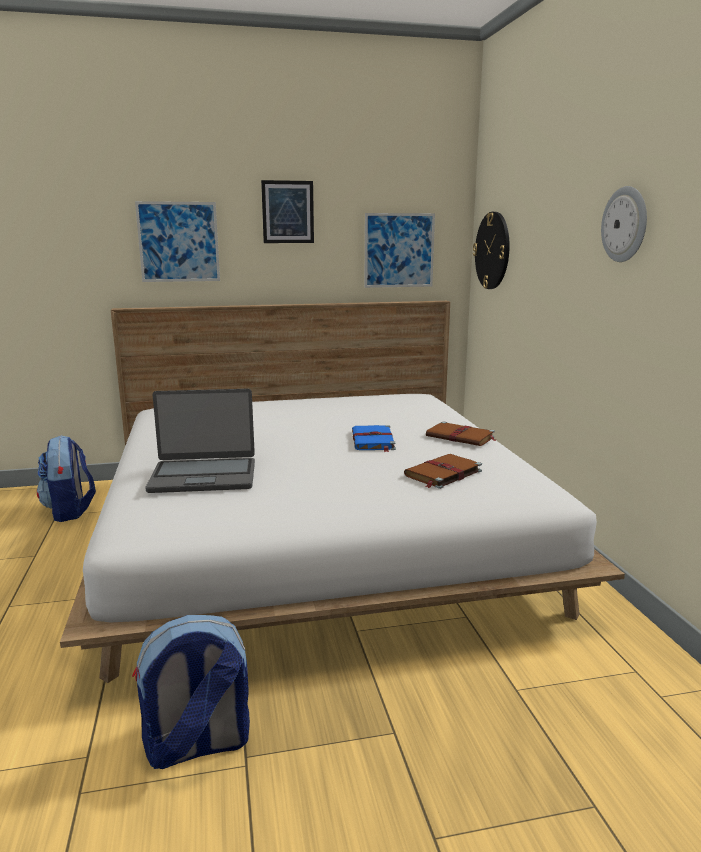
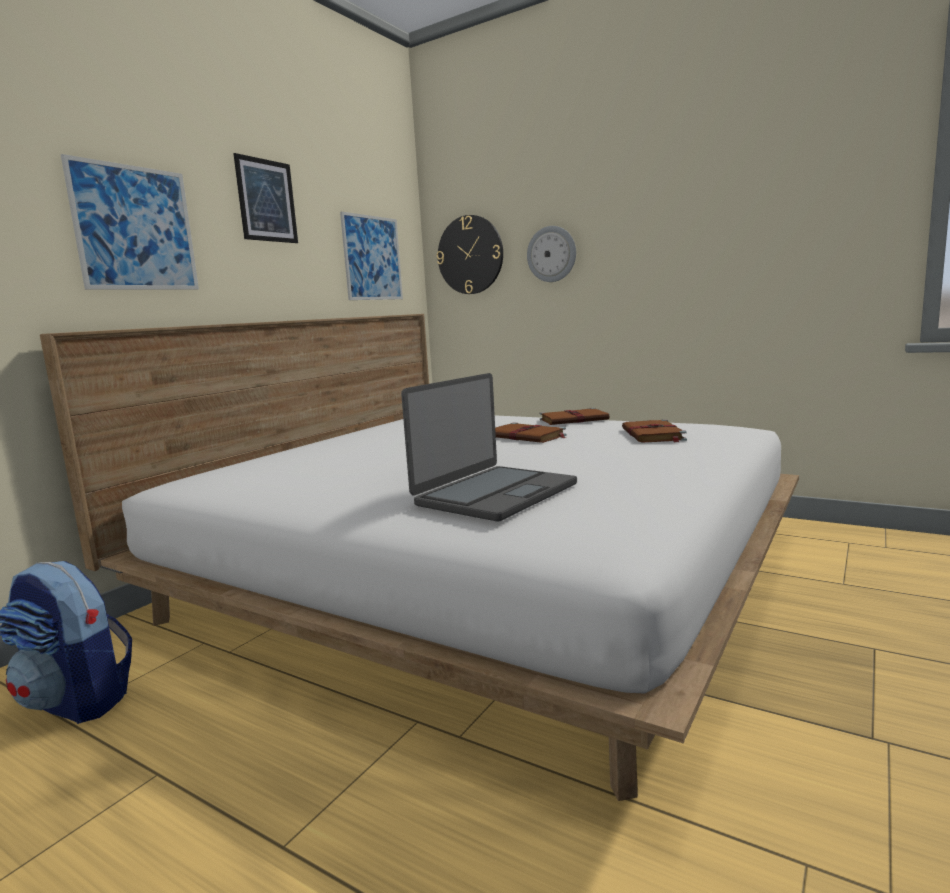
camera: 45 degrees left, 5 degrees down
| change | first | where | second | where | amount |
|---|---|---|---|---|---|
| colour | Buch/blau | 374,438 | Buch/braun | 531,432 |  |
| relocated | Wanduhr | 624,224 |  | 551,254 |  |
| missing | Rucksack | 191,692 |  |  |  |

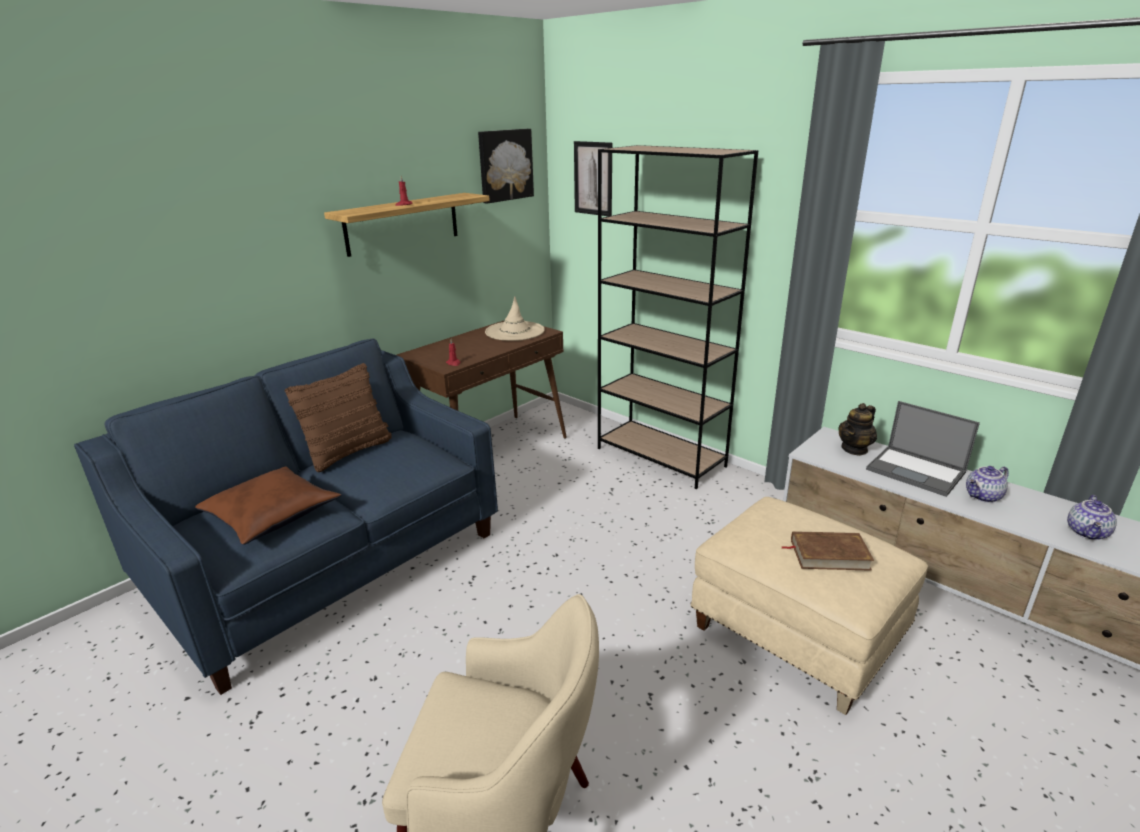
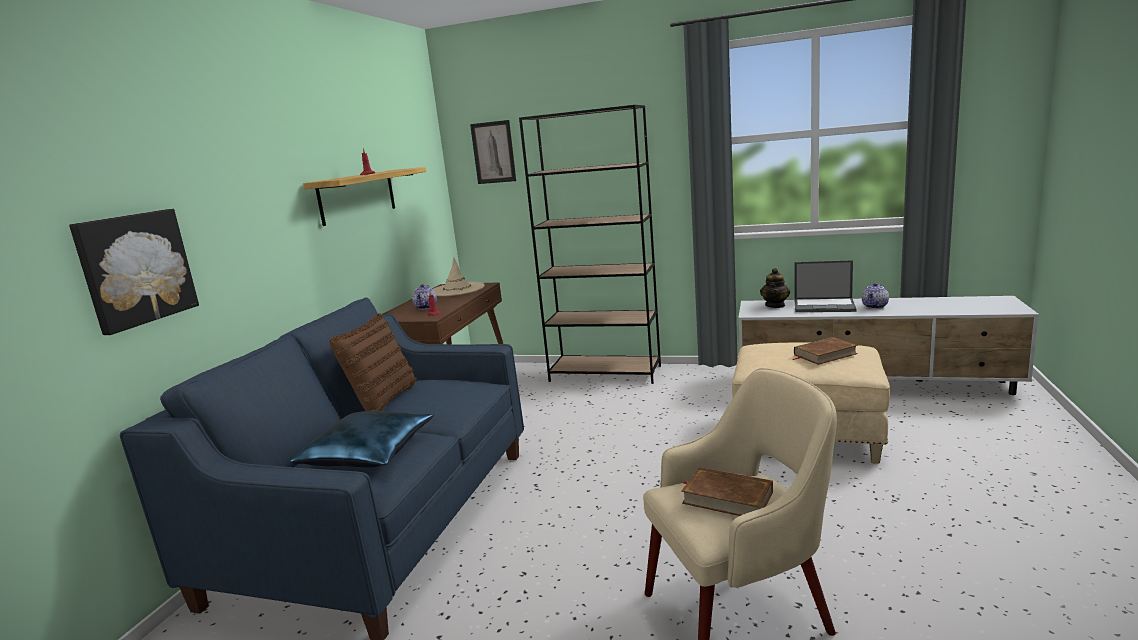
camera: 25 degrees left, 10 degrees down
| change | first | where | second | where | amount |
|---|---|---|---|---|---|
| relocated | Bild | 506,166 |  | 134,272 |  |
| colour | Kissen/braun | 268,506 | Kissen/blau | 362,439 |  |
| relocated | Teekanne | 1092,517 |  | 424,297 |  |
| appeared |  |  | Buch/braun | 727,491 |  |

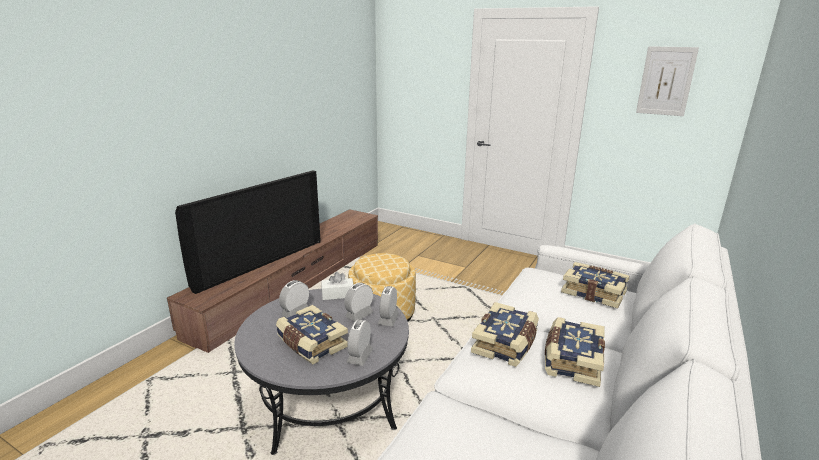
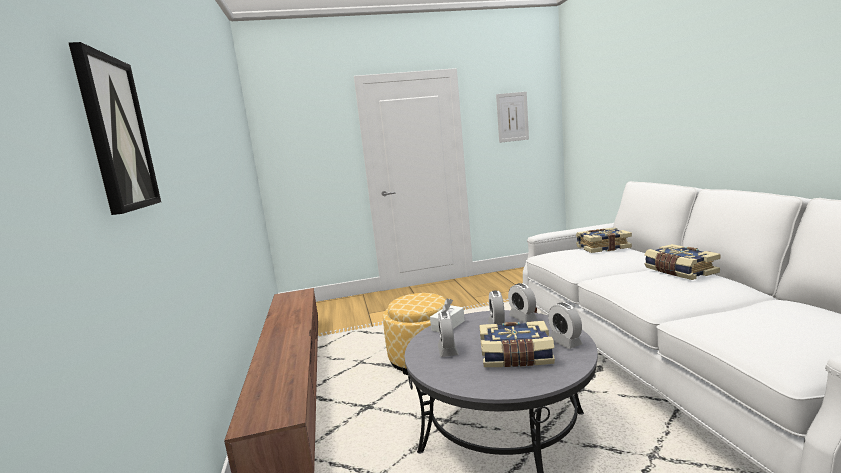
camera: 40 degrees left, 10 degrees down
| change | first | where | second | where | amount |
|---|---|---|---|---|---|
| appeared |  |  | Bild | 115,128 |  |
| missing | Fernseher | 248,232 |  |  |  |
| missing | Buch | 505,334 |  |  |  |

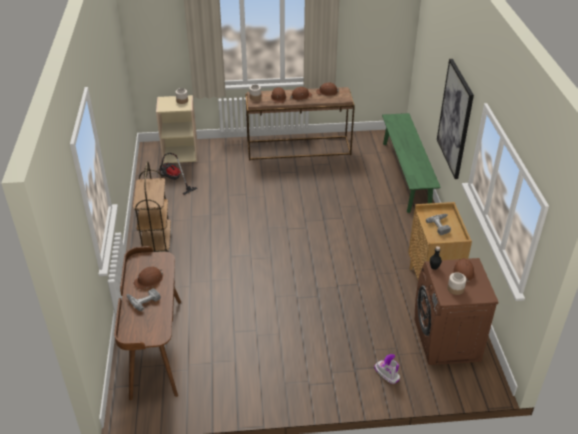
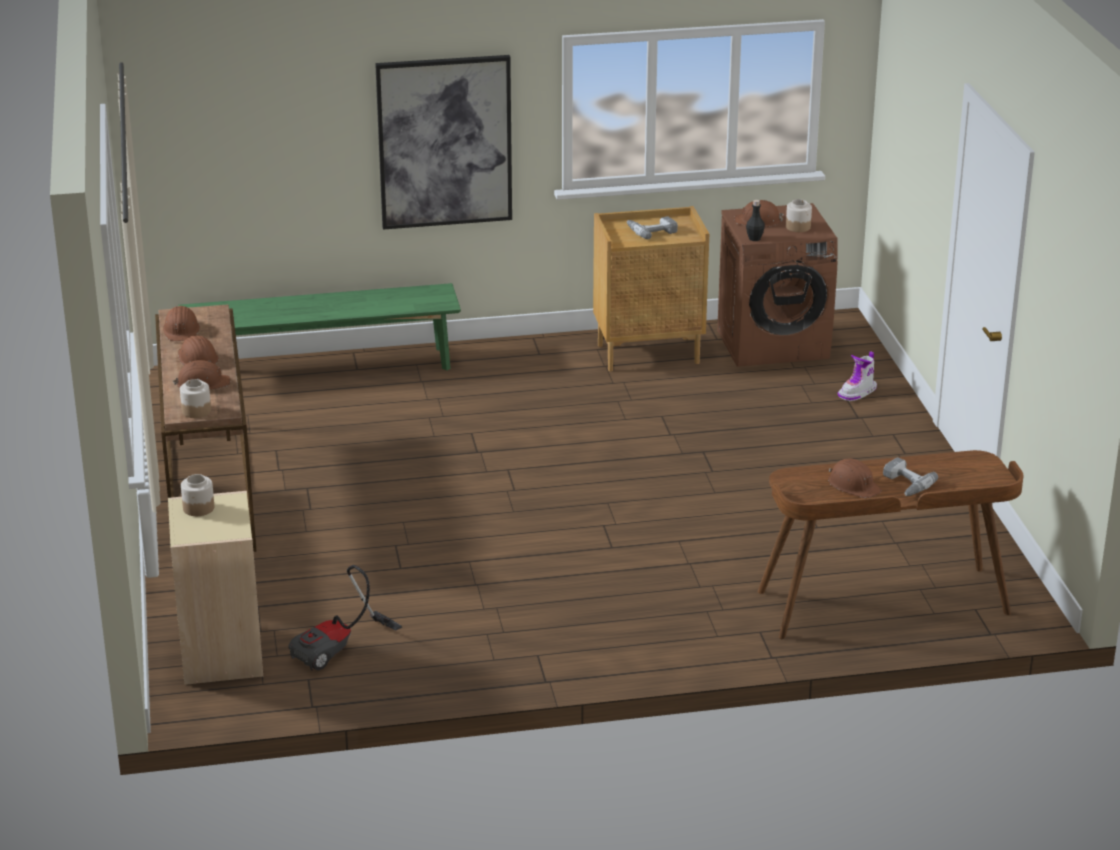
camera: 95 degrees left, 10 degrees down
| change | first | where | second | where | amount |
|---|---|---|---|---|---|
| missing | Rollwagen/braun | 152,206 |  |  |  |

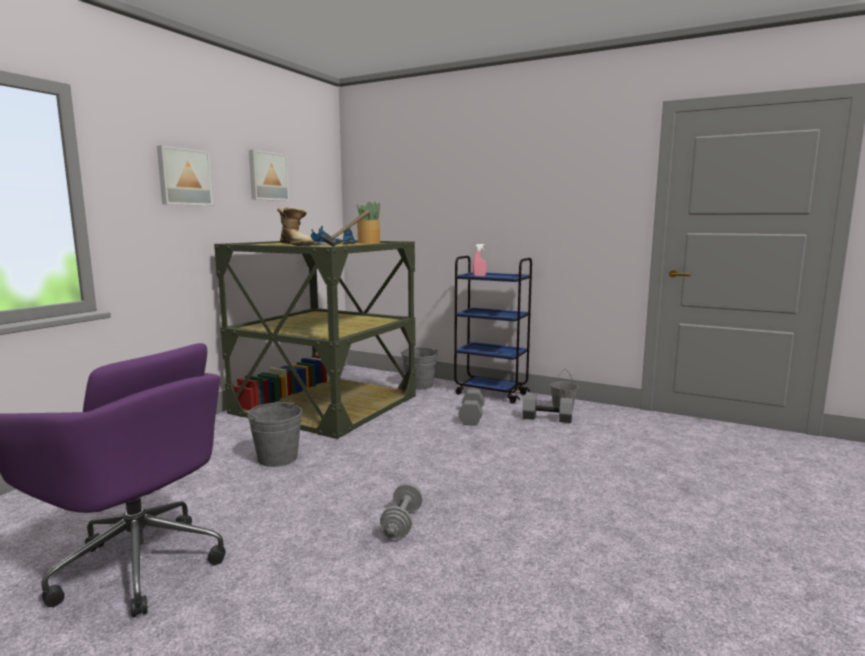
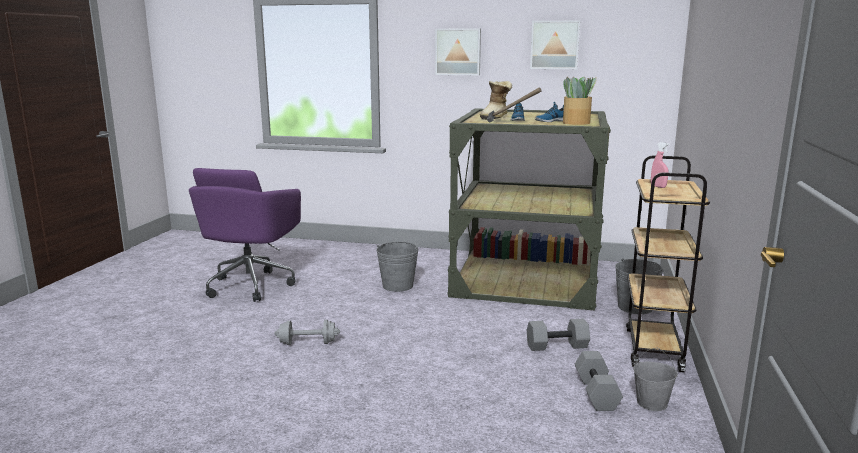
camera: 75 degrees right, 5 degrees up
| change | first | where | second | where | amount |
|---|---|---|---|---|---|
| colour | Rollwagen/blau | 493,330 | Rollwagen/braun | 668,263 |  |

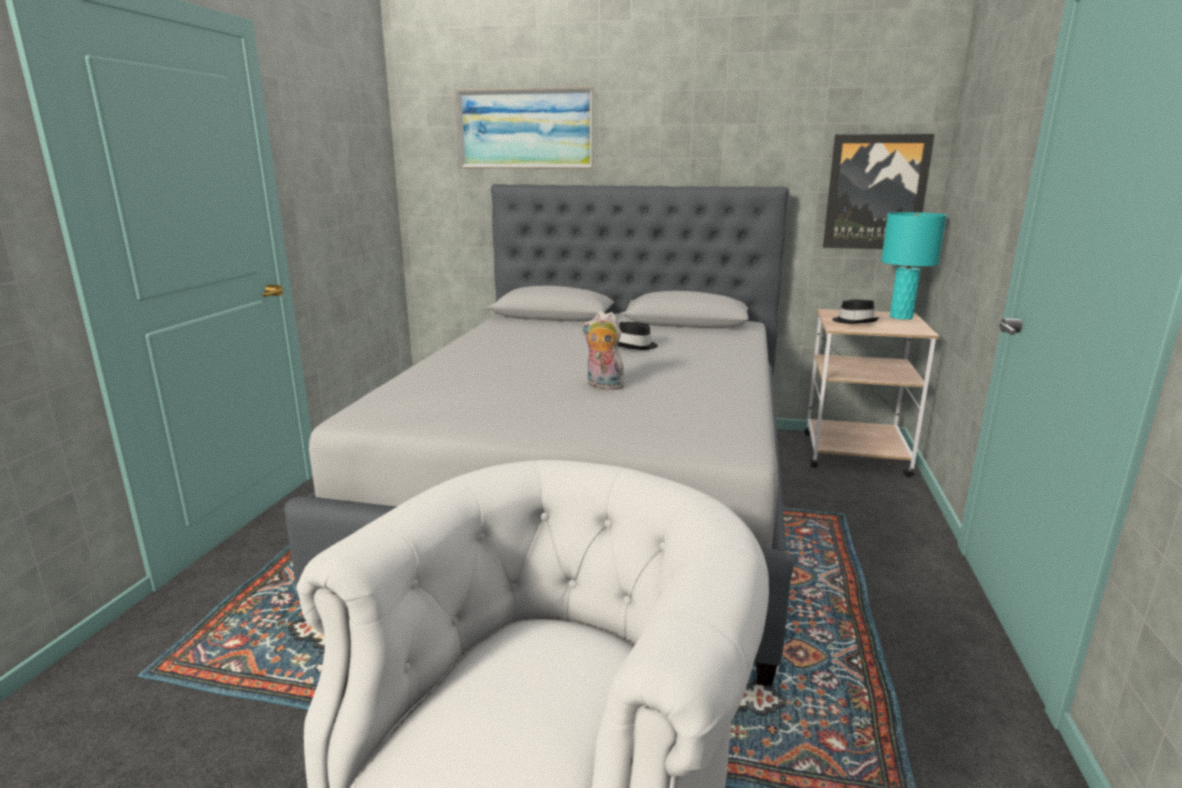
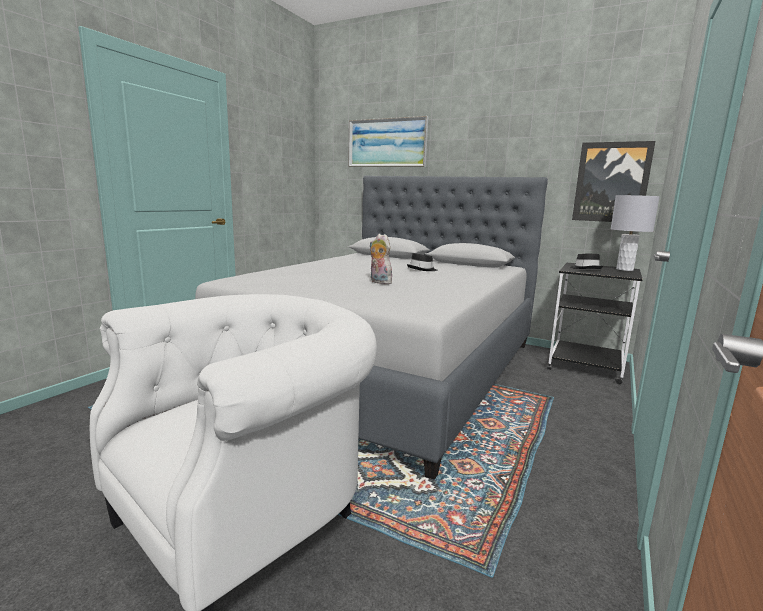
camera: 15 degrees right, 5 degrees down
| change | first | where | second | where | amount |
|---|---|---|---|---|---|
| colour | Rollwagen/beige | 872,393 | Rollwagen/schwarz | 595,323 |  |
| colour | Tischlampe/türkis | 914,266 | Tischlampe/grau | 635,233 |  |

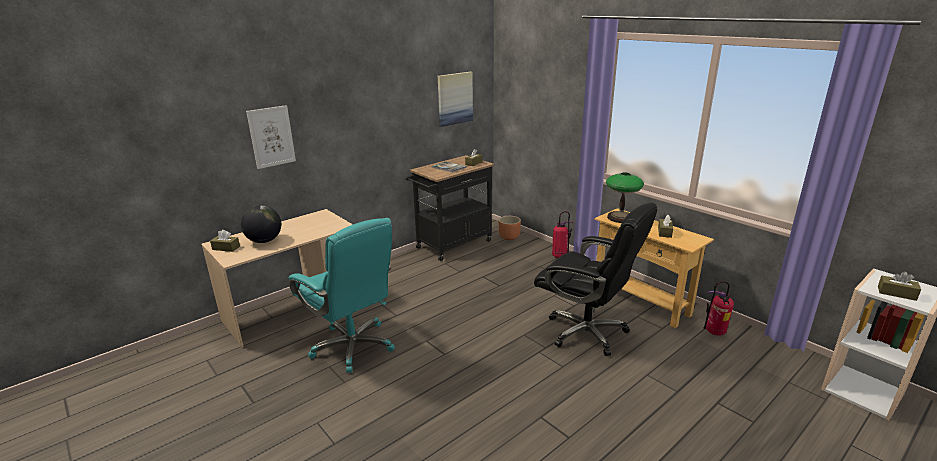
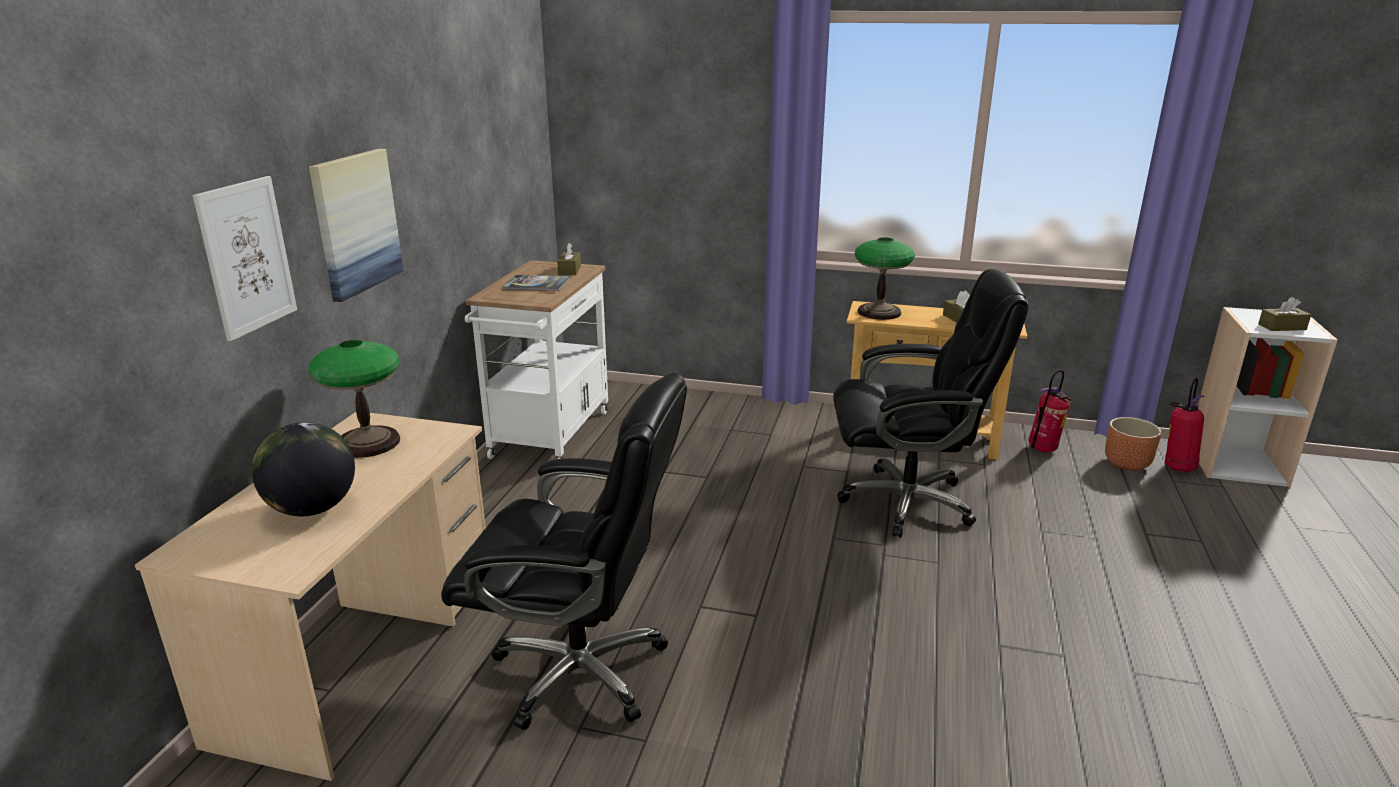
camera: 35 degrees left, 0 degrees up
| change | first | where | second | where | amount |
|---|---|---|---|---|---|
| relocated | Bild | 455,99 |  | 356,225 |  |
| appeared |  |  | Tischlampe | 354,399 |  |
| colour | Bürostuhl/türkis | 341,295 | Bürostuhl/schwarz | 564,551 |  |
| colour | Rollwagen/schwarz | 449,208 | Rollwagen/weiß | 536,359 |  |
| relocated | Pflanzkübel/braun | 509,228 |  | 1133,444 |  |
| relocated | Feuerlöscher | 562,234 |  | 1184,425 |  |
| missing | Taschentuchbox/braun | 225,241 |  |  |  |

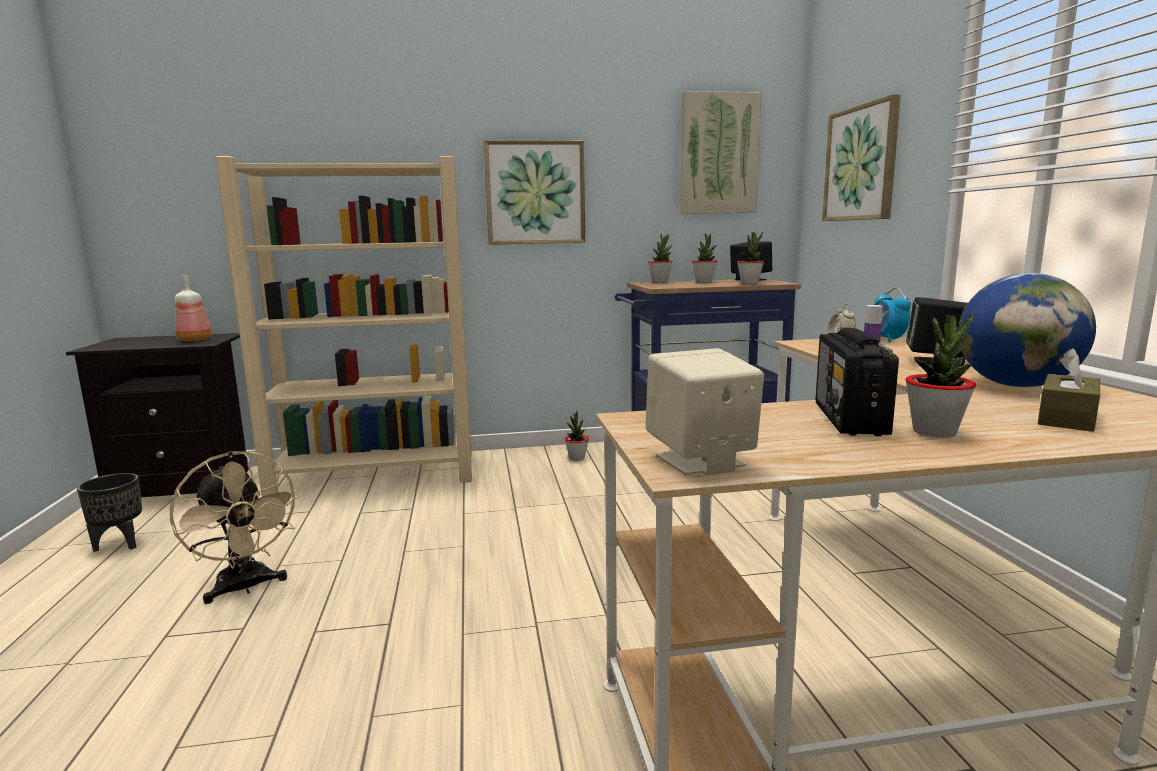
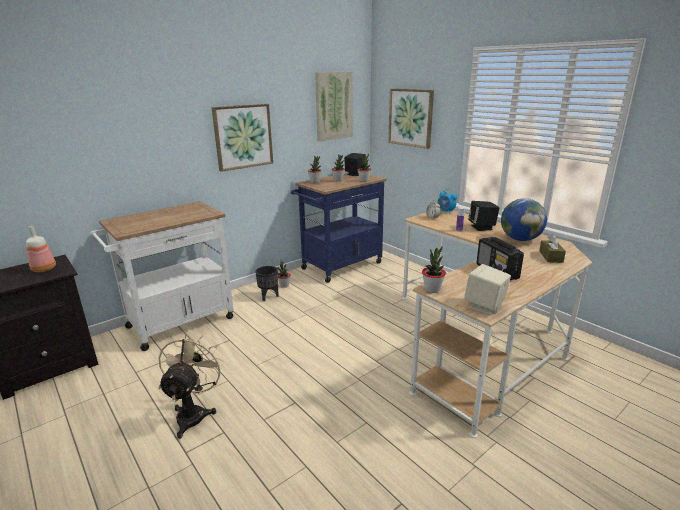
camera: 30 degrees left, 10 degrees up
| change | first | where | second | where | amount |
|---|---|---|---|---|---|
| exchanged | Bücherregal/beige | 343,326 | Rollwagen/weiß | 162,276 |  |
| spun | Ventilator/beige | 235,527 |  | 191,386 | 105 degrees counterclockwise |
| relocated | Pflanzkübel/schwarz | 109,512 |  | 266,283 |  |
| relocated | Topfpflanze | 940,375 |  | 434,269 |  |

